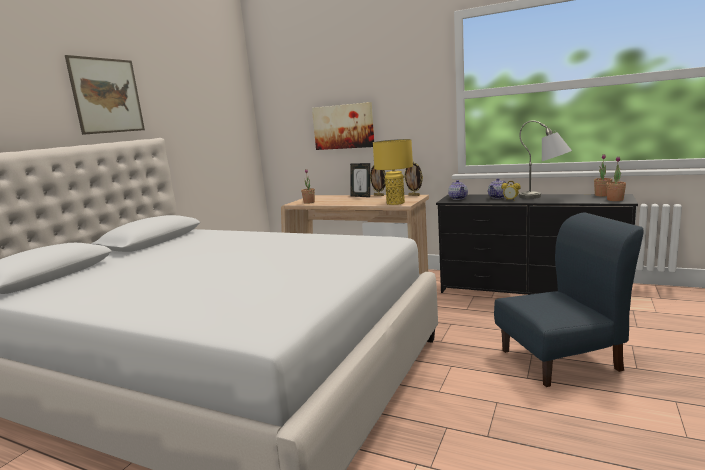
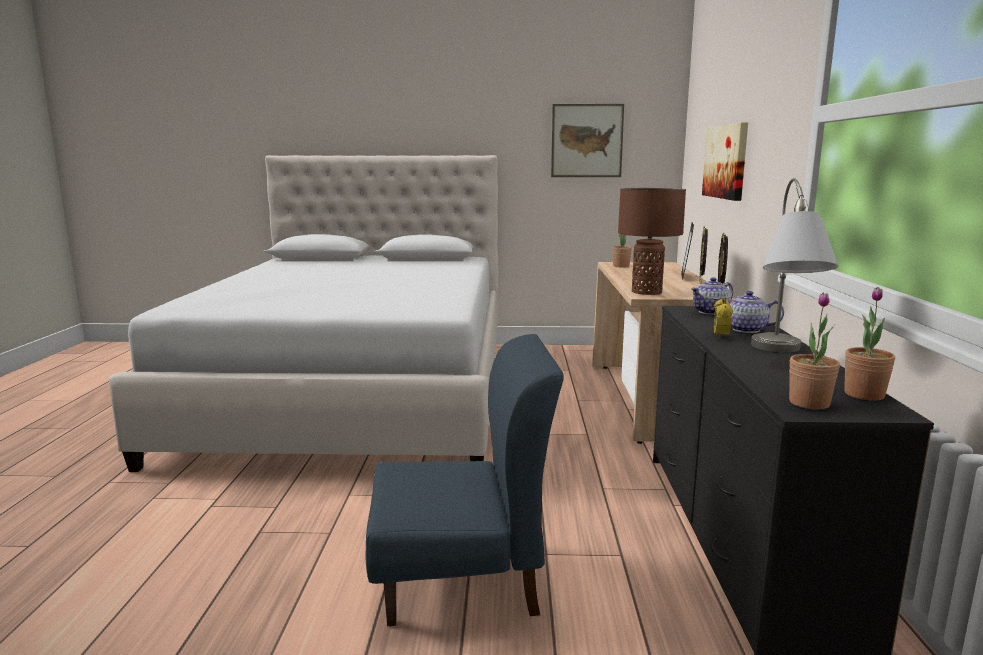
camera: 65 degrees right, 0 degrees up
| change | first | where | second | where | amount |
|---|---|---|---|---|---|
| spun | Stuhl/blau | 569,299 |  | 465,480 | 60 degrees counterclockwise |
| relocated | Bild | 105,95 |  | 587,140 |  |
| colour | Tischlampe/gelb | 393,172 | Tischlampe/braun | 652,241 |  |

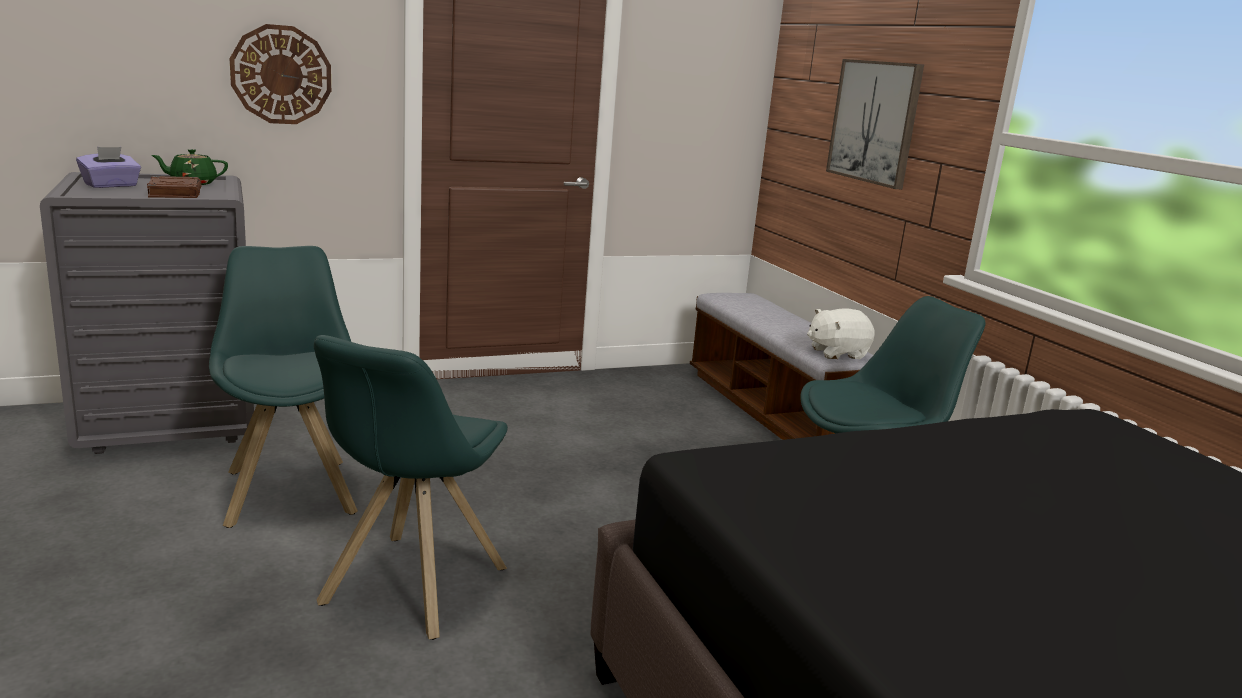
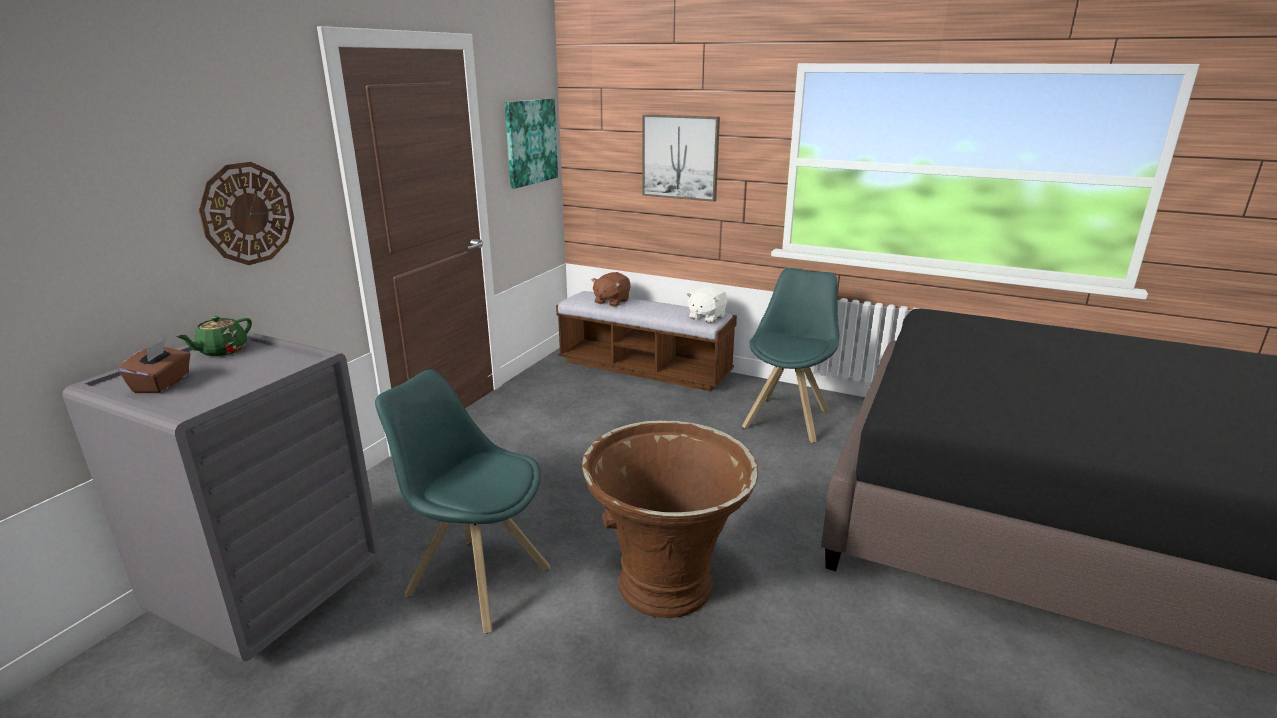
camera: 40 degrees left, 5 degrees up
| change | first | where | second | where | amount |
|---|---|---|---|---|---|
| colour | Taschentuchbox/lila | 108,167 | Taschentuchbox/braun | 154,366 |  |
| appeared |  |  | Bild | 531,143 |  |
| exchanged | Stuhl/türkis | 411,487 | Pflanzkübel/braun | 670,519 |  |
| appeared |  |  | Plüschtier/braun | 611,289 |  |
| missing | Buch/braun | 174,187 |  |  |  |

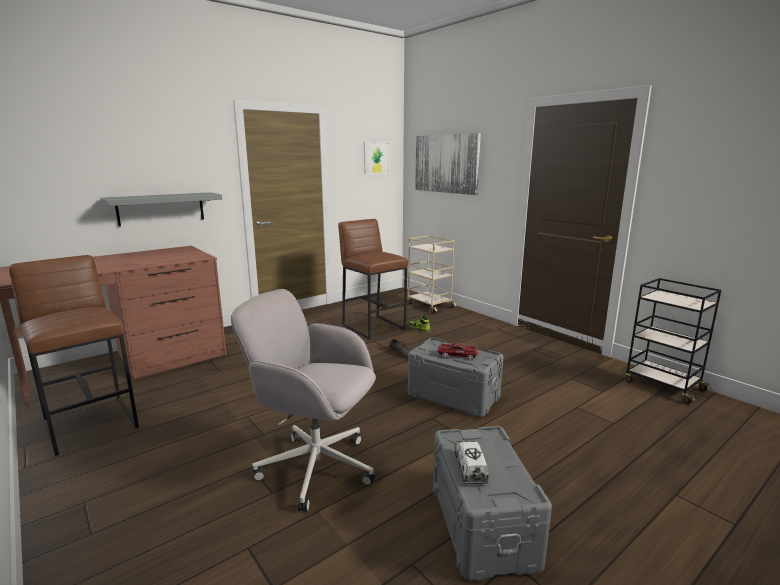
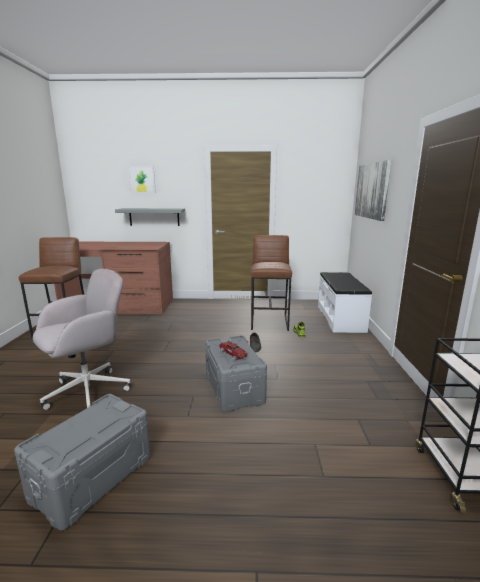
camera: 40 degrees right, 0 degrees up
| change | first | where | second | where | amount |
|---|---|---|---|---|---|
| spun | Bürostuhl/grau | 303,400 |  | 82,339 | 75 degrees clockwise |
| relocated | Bild | 377,158 |  | 142,179 |  |
| exchanged | Rollwagen/beige | 431,274 | Bank/weiß | 345,302 |  |
| missing | Spielzeuglaster | 471,462 |  |  |  |

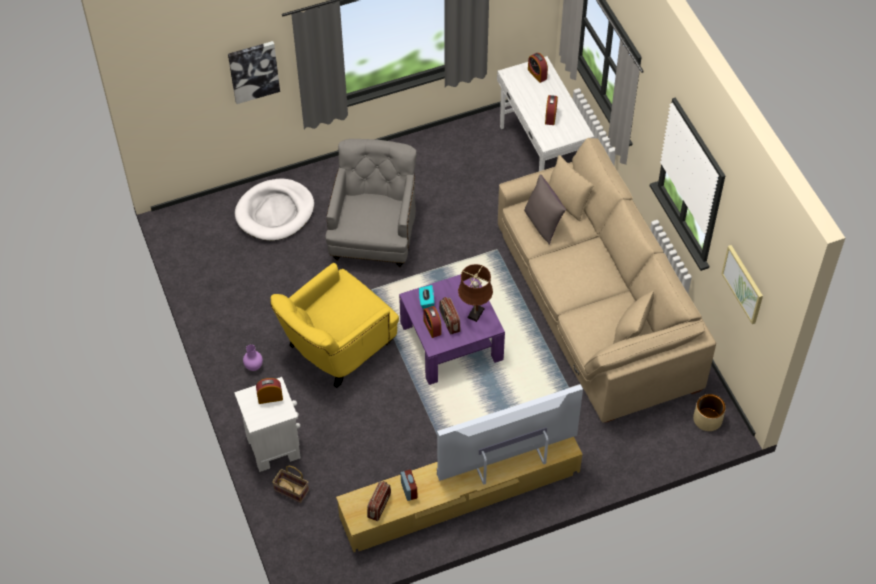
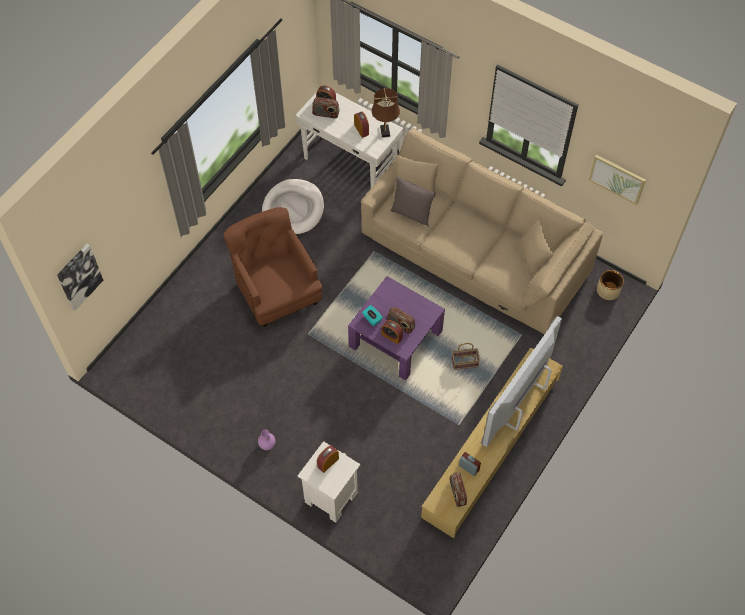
camera: 35 degrees left, 5 degrees up
| change | first | where | second | where | amount |
|---|---|---|---|---|---|
| relocated | Bild | 254,72 |  | 80,277 |  |
| colour | Sessel/grau | 371,203 | Sessel/braun | 273,267 |  |
| relocated | Hundebett/weiß | 274,209 |  | 293,207 |  |
| appeared |  |  | Radio | 326,107 |  |
| relocated | Tischlampe/braun | 475,293 |  | 386,112 |  |
| relocated | Korb | 290,484 |  | 466,356 |  |
| missing | Sessel/gelb | 334,325 |  |  |  |

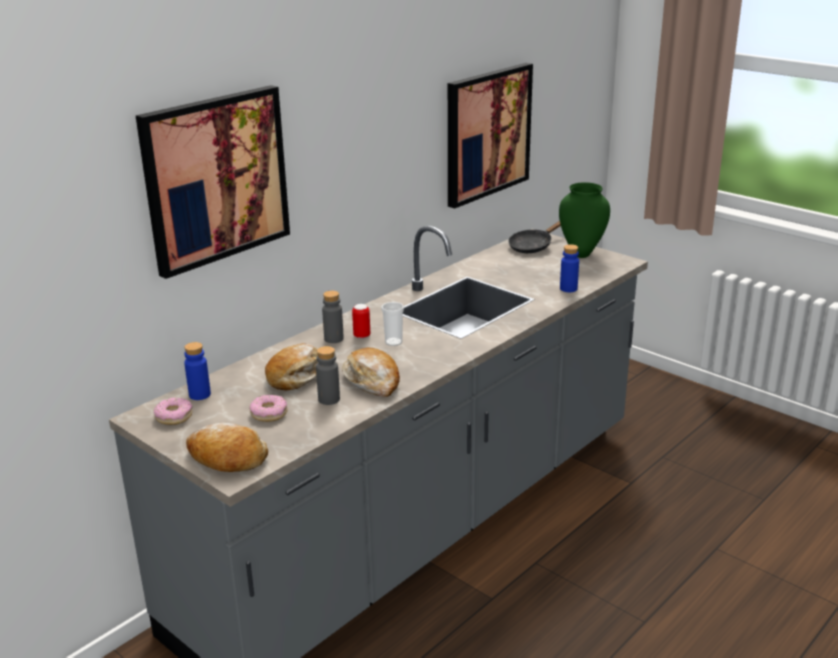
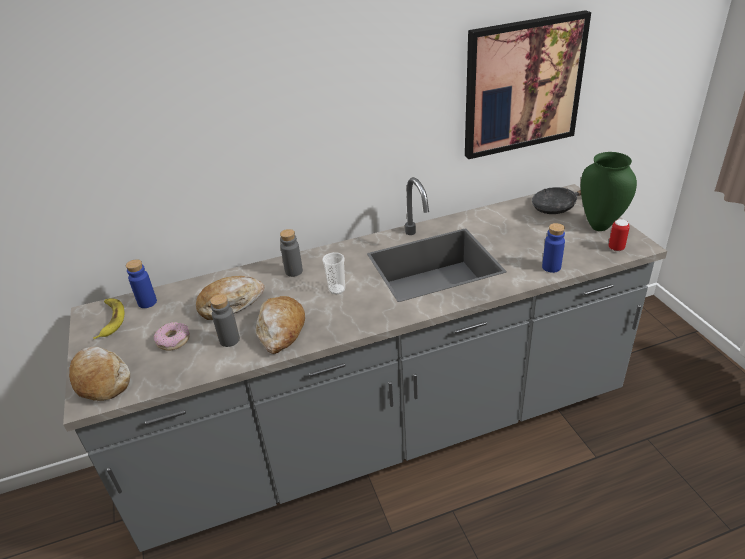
camera: 30 degrees right, 10 degrees up
| change | first | where | second | where | amount |
|---|---|---|---|---|---|
| exchanged | Donut | 173,411 | Banane | 108,318 |  |
| relocated | Dose | 361,321 |  | 619,235 |  |
| missing | Bild | 212,182 |  |  |  |

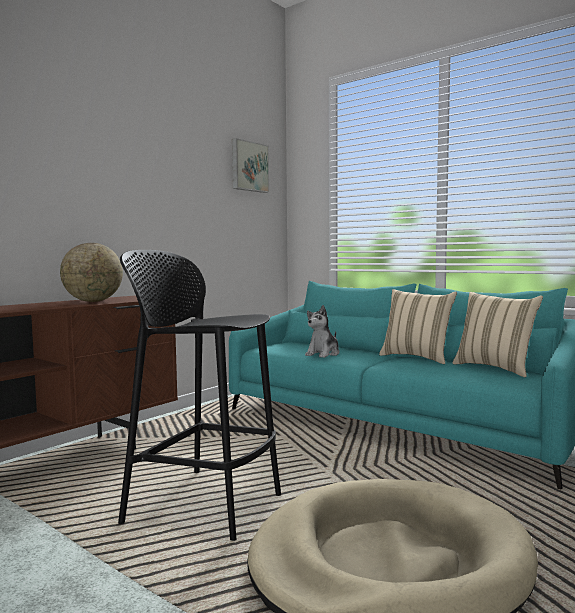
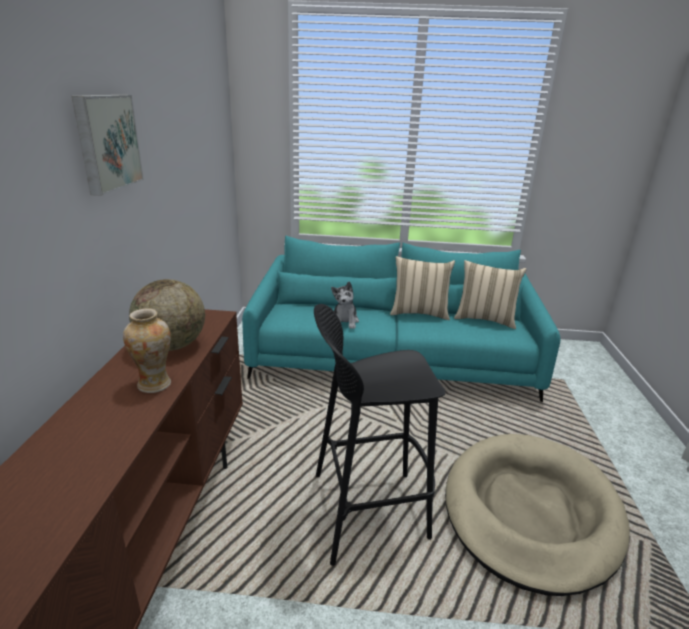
camera: 35 degrees left, 20 degrees up
| change | first | where | second | where | amount |
|---|---|---|---|---|---|
| relocated | Bild | 250,165 |  | 108,145 |  |
| appeared |  |  | Vase | 147,350 |  |

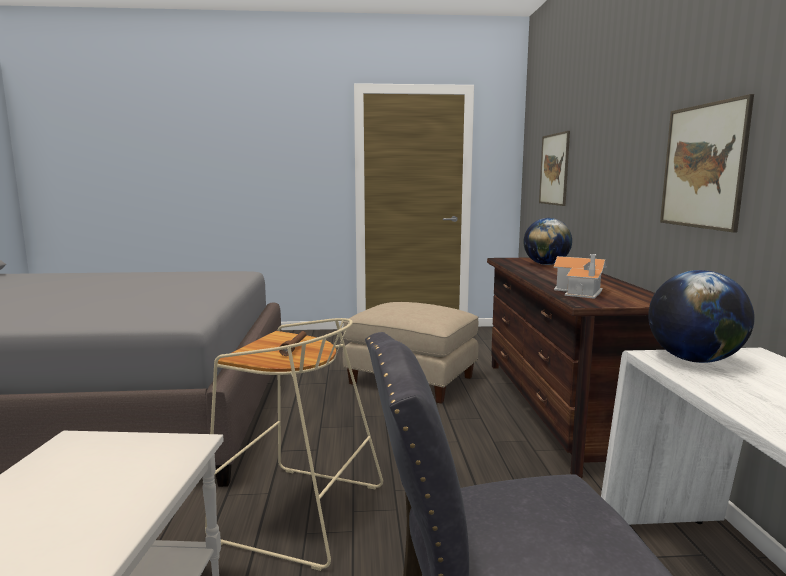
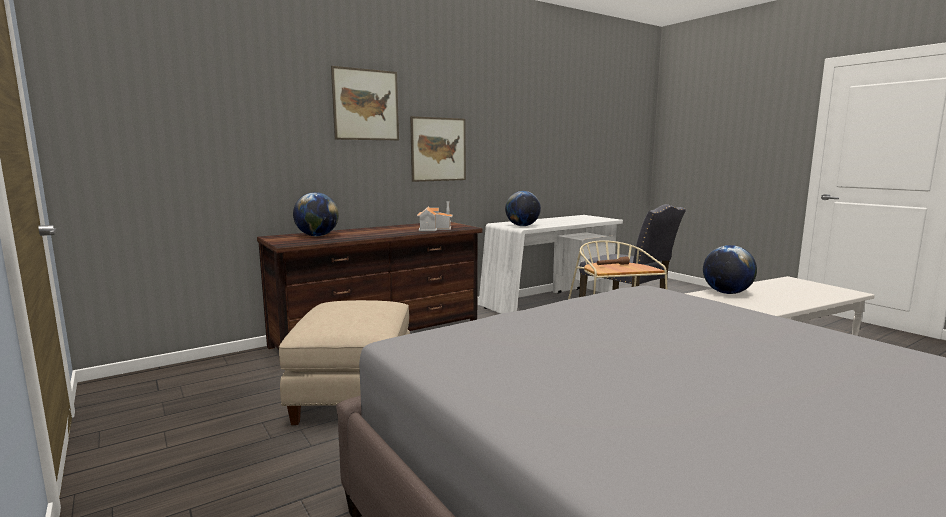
camera: 120 degrees left, 0 degrees up
| change | first | where | second | where | amount |
|---|---|---|---|---|---|
| relocated | Bild | 554,168 |  | 365,103 |  |
| appeared |  |  | Globus | 730,269 |  |

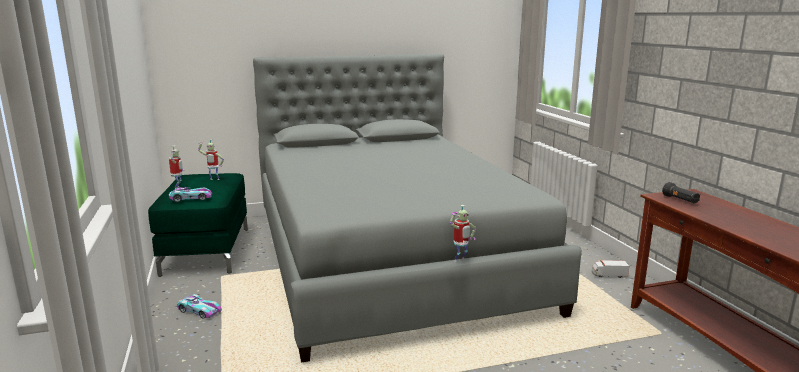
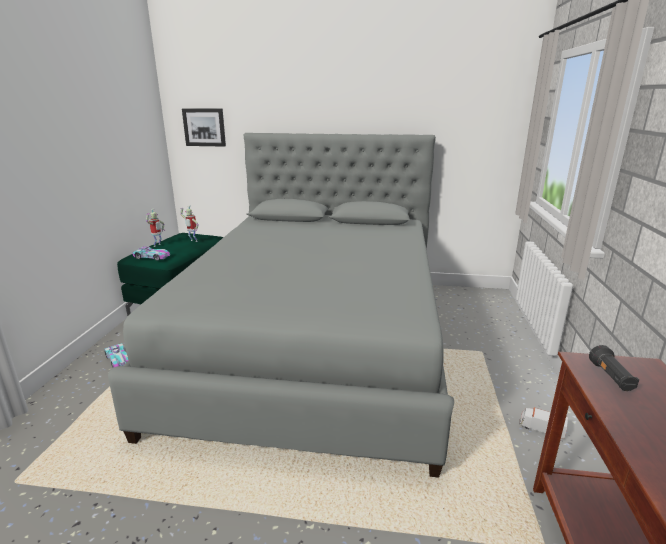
camera: 25 degrees right, 5 degrees up
| change | first | where | second | where | amount |
|---|---|---|---|---|---|
| appeared |  |  | Bild | 204,127 |  |
| missing | Spielzeugroboter | 463,233 |  |  |  |

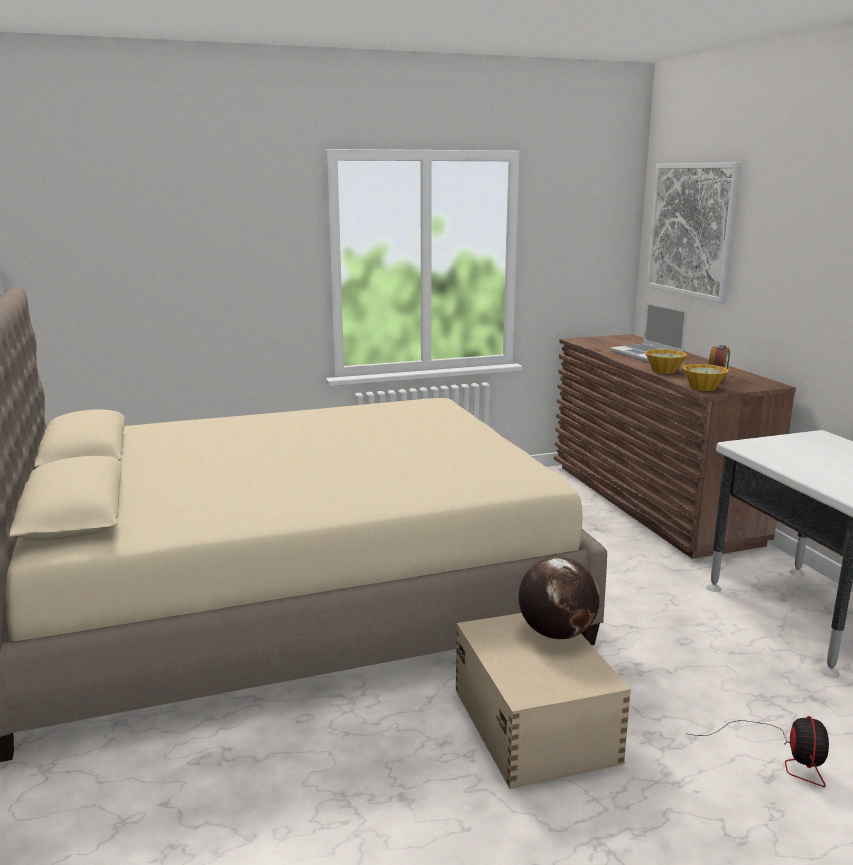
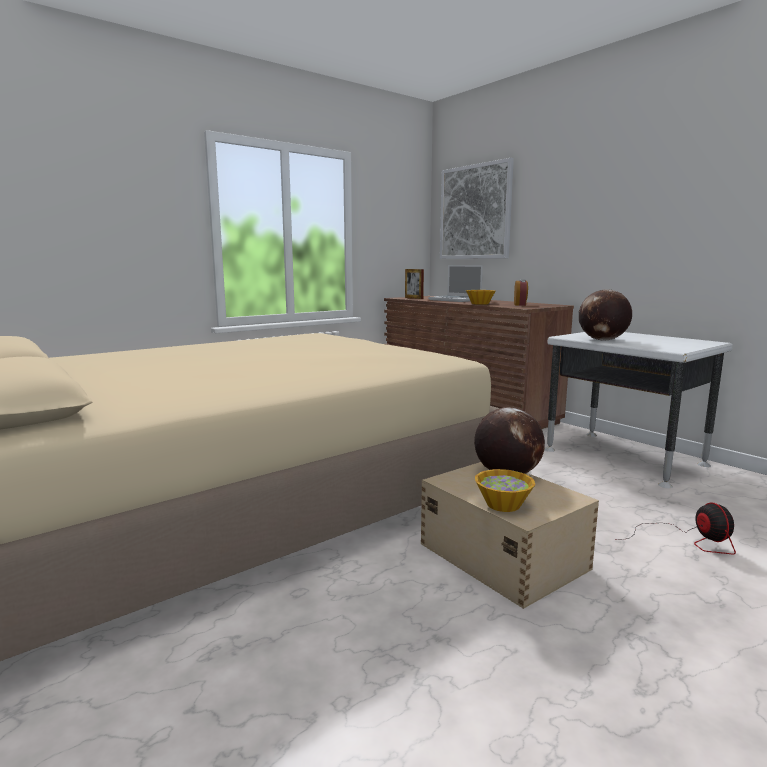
camera: 20 degrees left, 5 degrees down
| change | first | where | second | where | amount |
|---|---|---|---|---|---|
| appeared |  |  | Bilderrahmen | 414,284 |  |
| relocated | Schüssel | 705,377 |  | 505,490 |  |
| appeared |  |  | Globus | 605,314 |  |

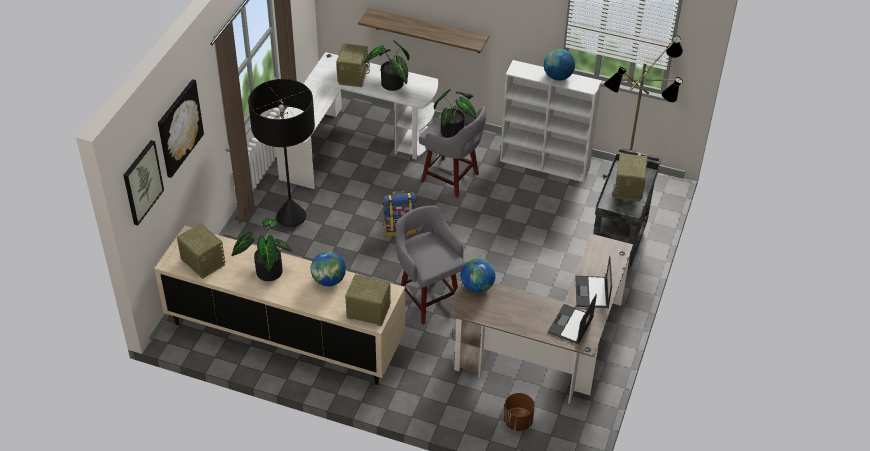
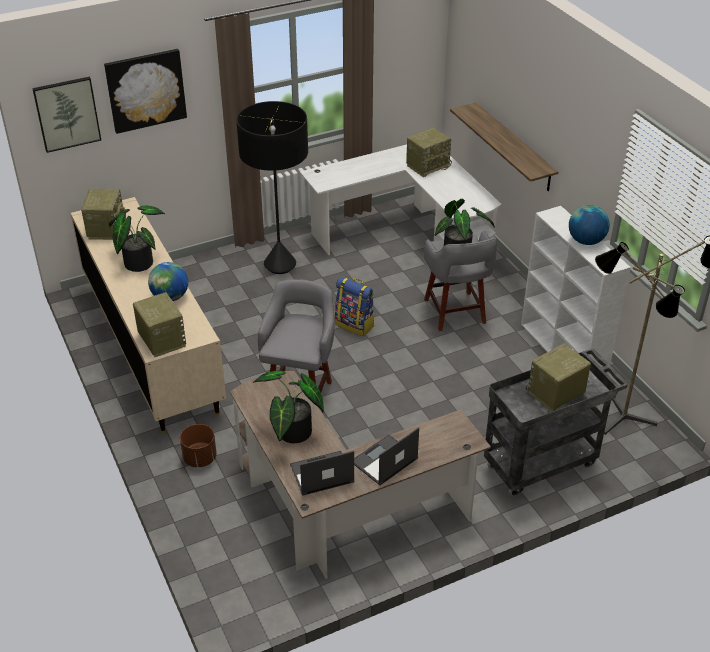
camera: 45 degrees right, 5 degrees down
| change | first | where | second | where | amount |
|---|---|---|---|---|---|
| relocated | Pflanzkübel/braun | 519,412 |  | 198,445 |  |
| relocated | Topfpflanze | 387,65 |  | 288,407 |  |
| missing | Globus | 478,275 |  |  |  |

